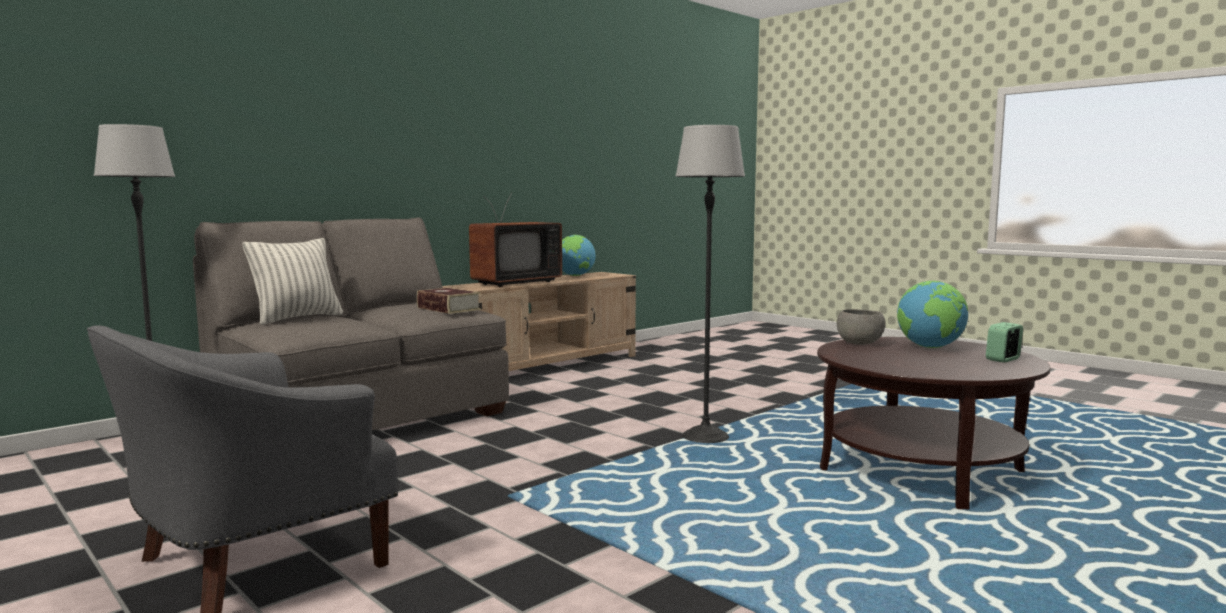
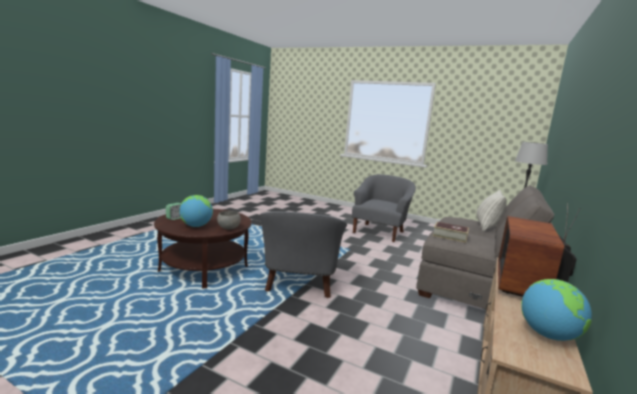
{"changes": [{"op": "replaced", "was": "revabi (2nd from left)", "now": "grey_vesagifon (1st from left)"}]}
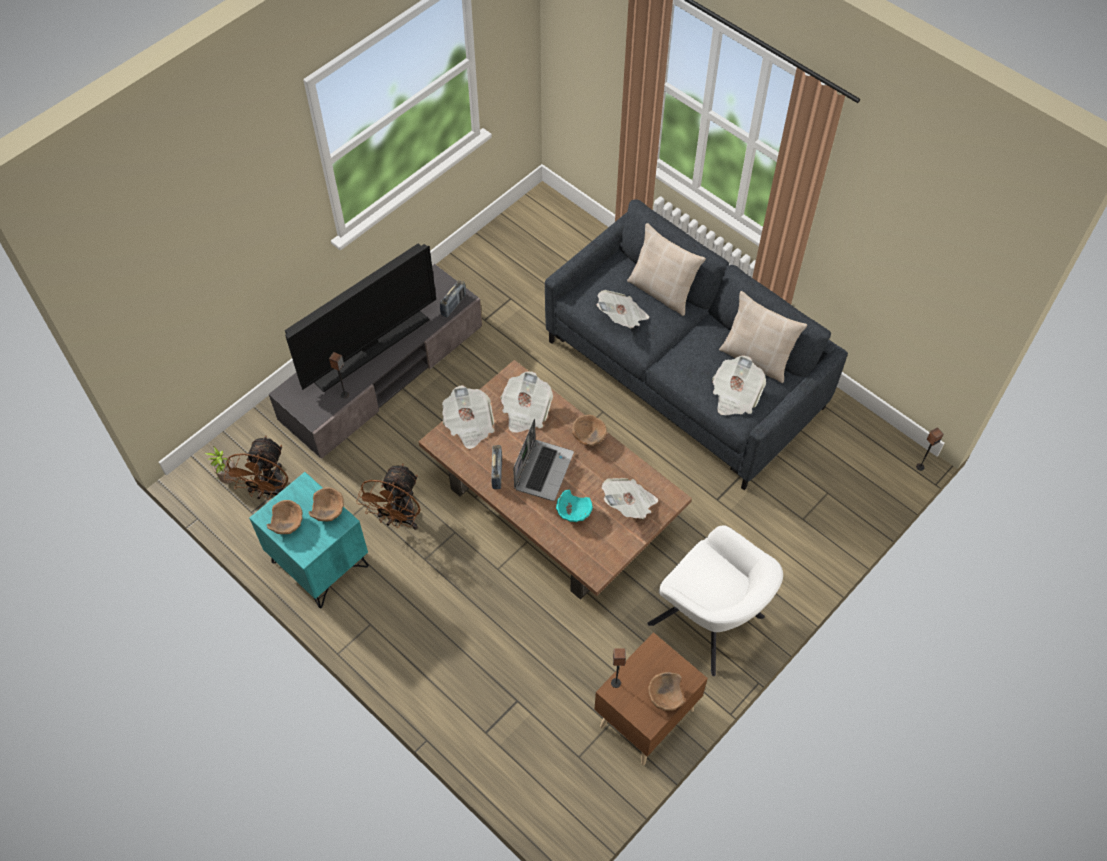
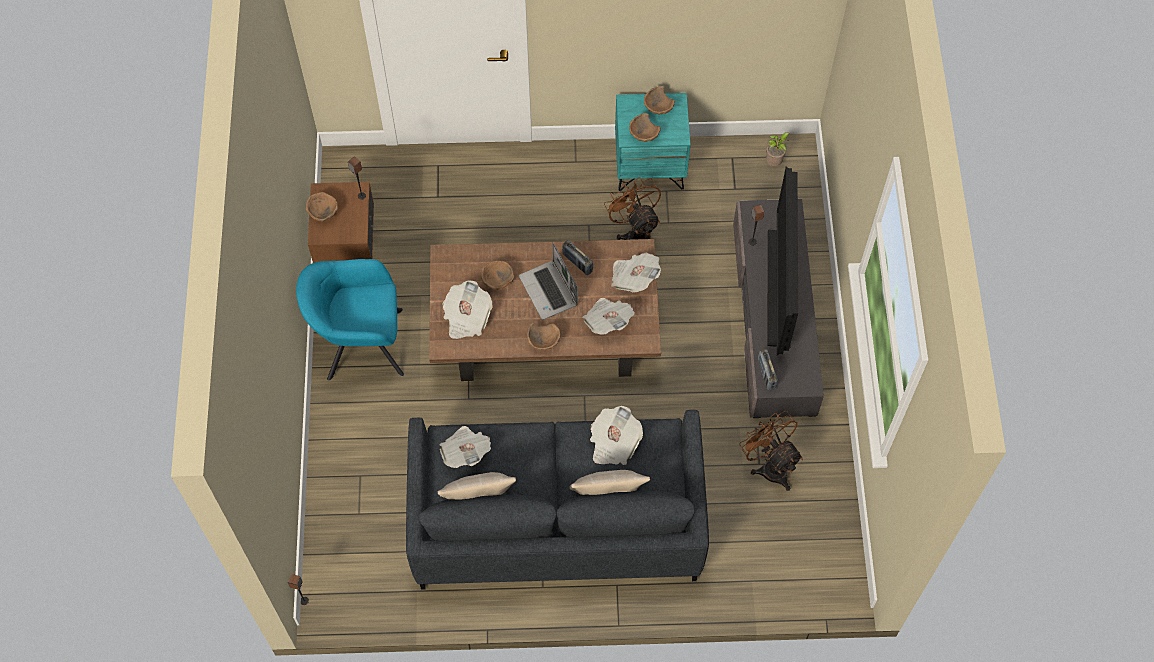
{"changes": [{"op": "moved", "was": "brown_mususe (1st from left in the first image)", "now": "brown_mususe (2nd from left)"}, {"op": "recoloured", "was": "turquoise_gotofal", "now": "brown_gotofal (2nd from left)"}, {"op": "recoloured", "was": "white_vesagifon", "now": "turquoise_vesagifon"}]}
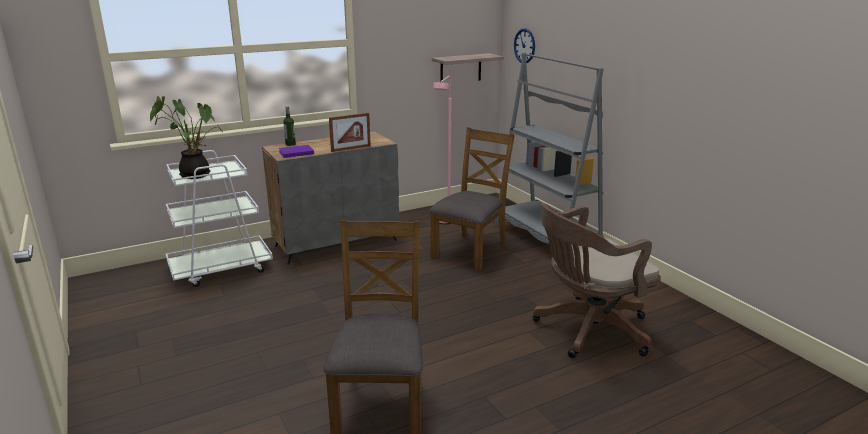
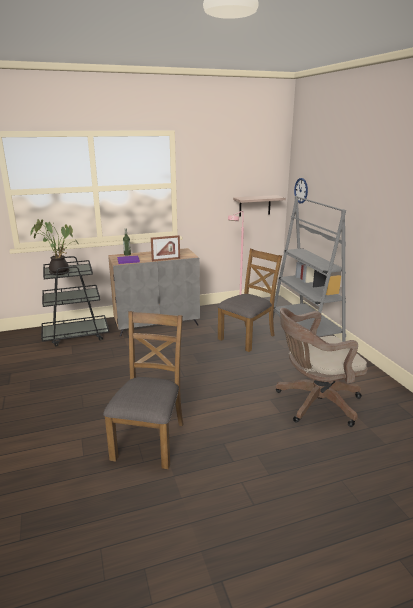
{"changes": [{"op": "recoloured", "was": "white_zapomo", "now": "black_zapomo"}]}
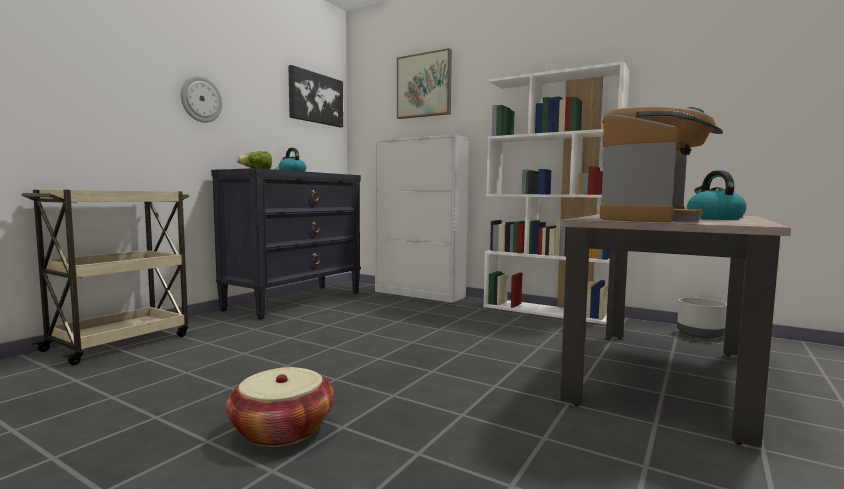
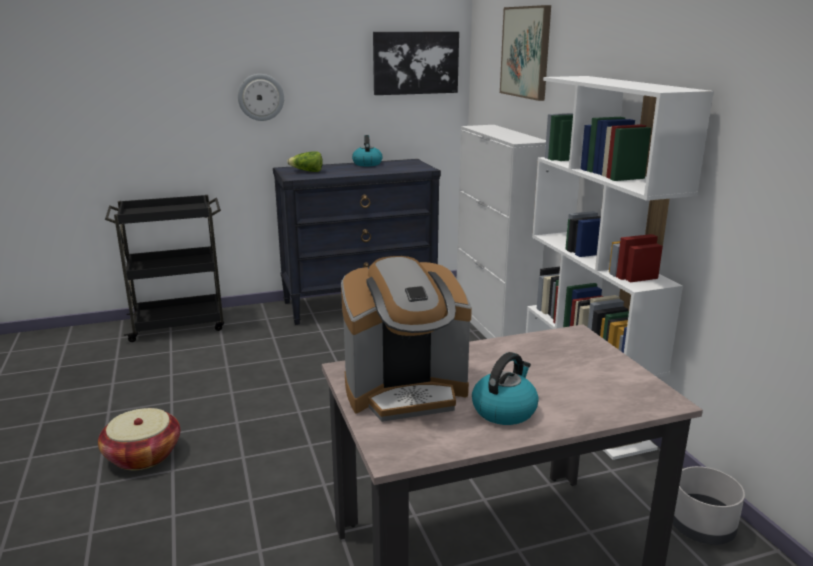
{"changes": [{"op": "recoloured", "was": "beige_zapomo", "now": "black_zapomo"}]}
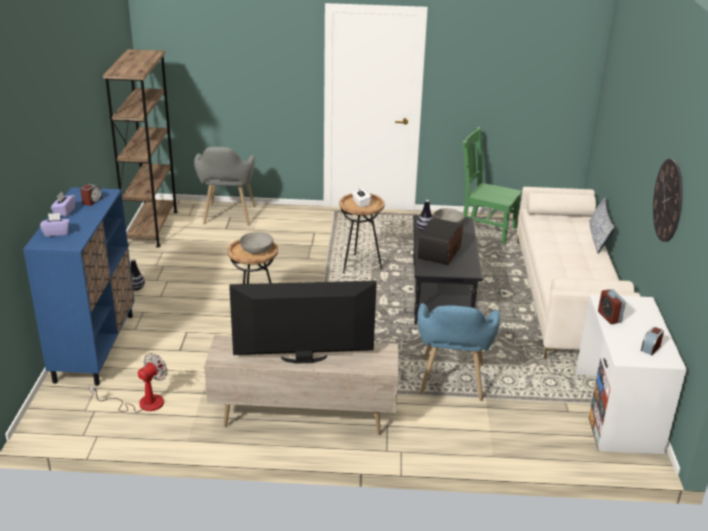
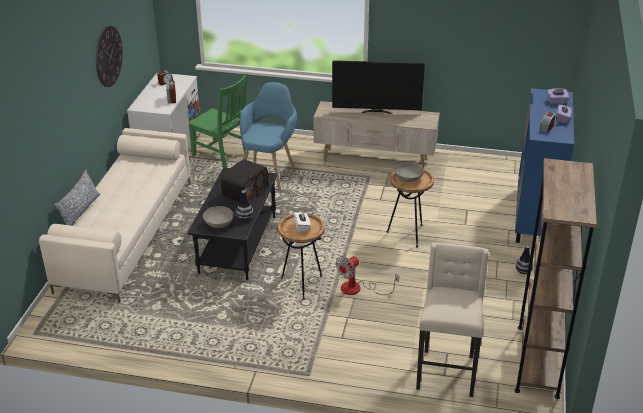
{"changes": [{"op": "moved", "was": "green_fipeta"}, {"op": "replaced", "was": "grey_vesagifon", "now": "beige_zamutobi"}, {"op": "moved", "was": "mususe"}]}
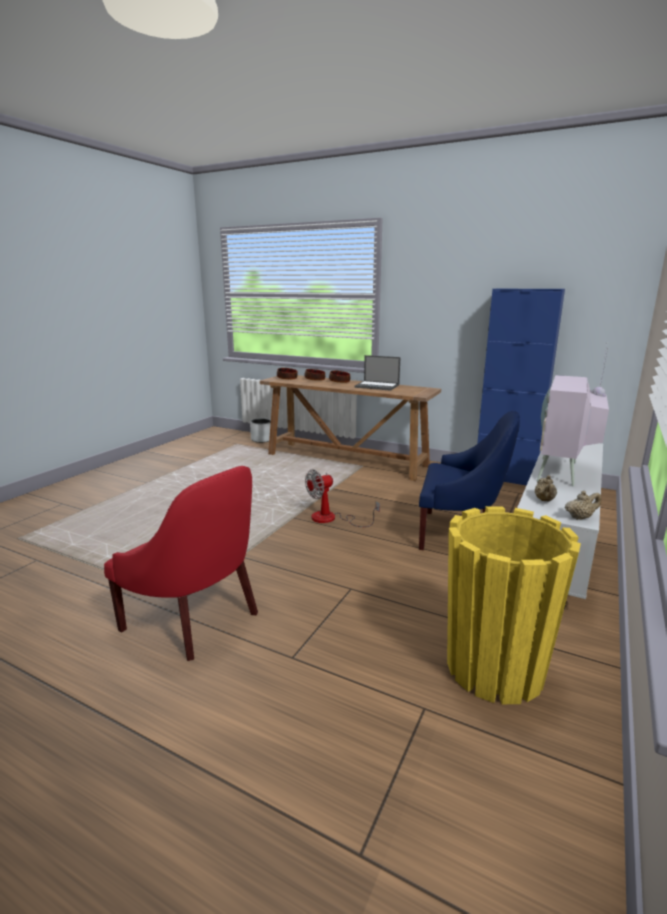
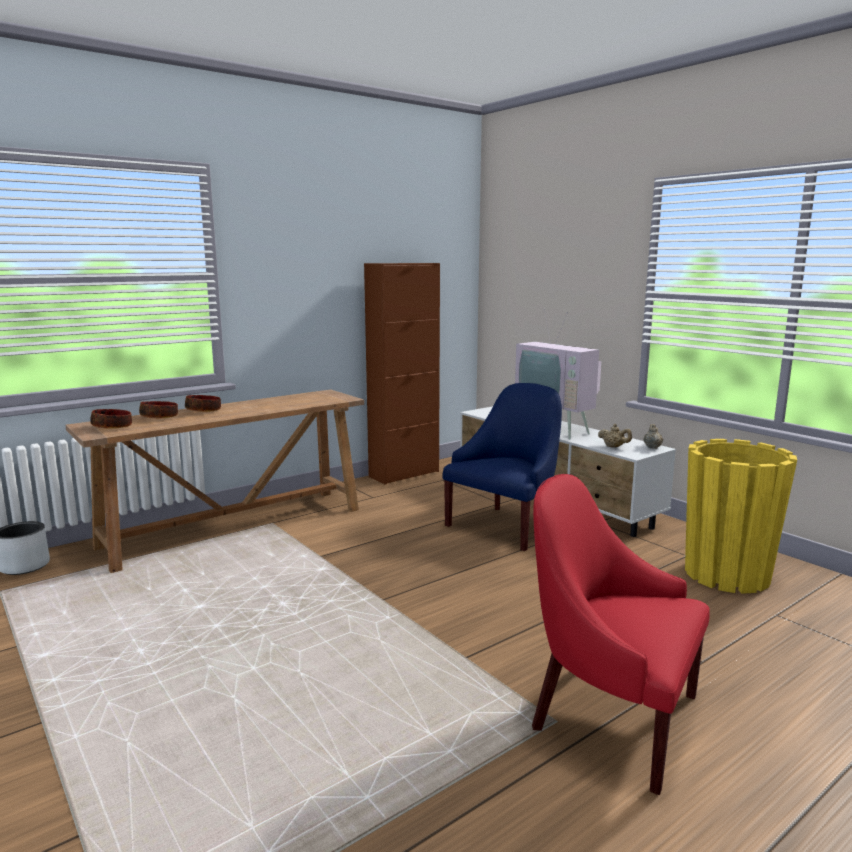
{"changes": [{"op": "recoloured", "was": "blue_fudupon", "now": "brown_fudupon"}, {"op": "removed", "was": "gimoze"}, {"op": "turned", "was": "red_vesagifon", "clockwise": -120}, {"op": "removed", "was": "mususe"}]}
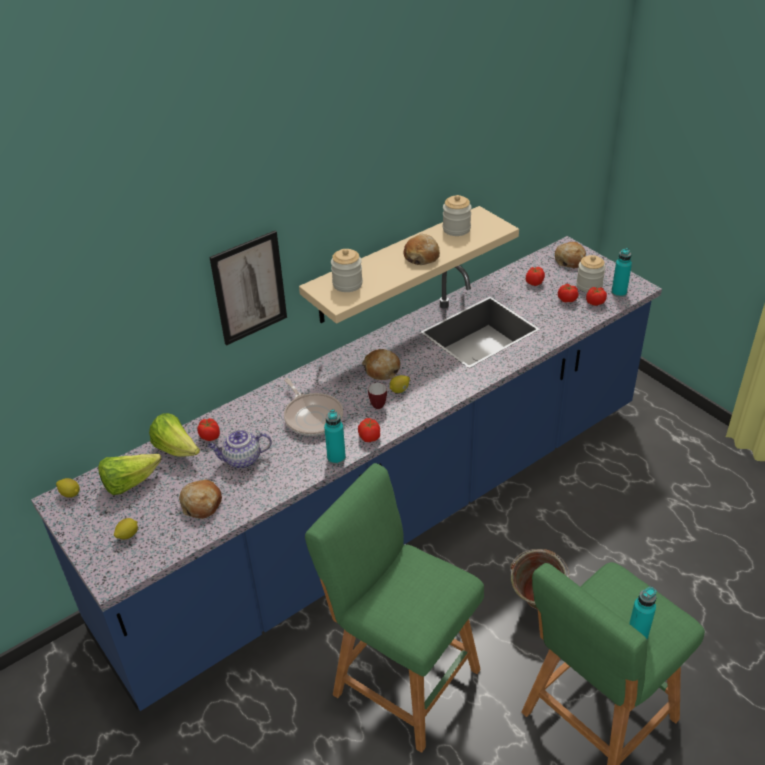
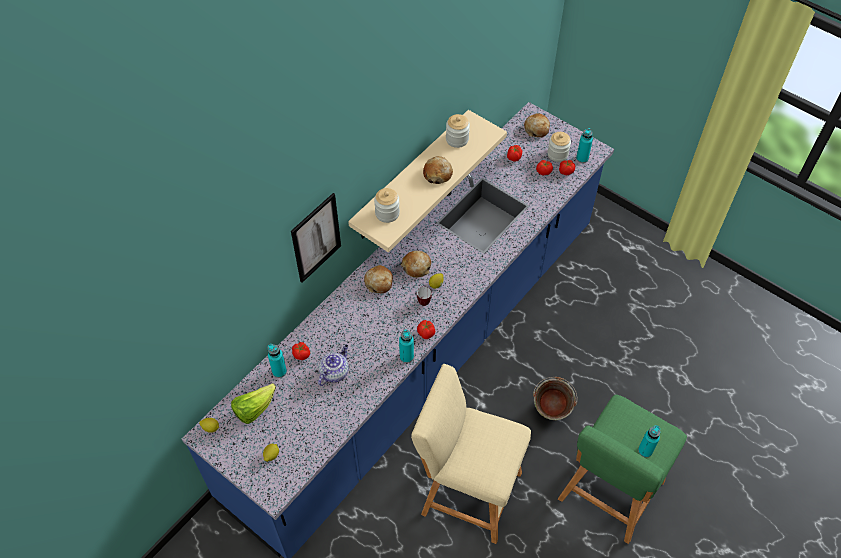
{"changes": [{"op": "removed", "was": "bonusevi"}, {"op": "replaced", "was": "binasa (2nd from left)", "now": "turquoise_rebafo (1st from left)"}, {"op": "turned", "was": "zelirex", "clockwise": 150}, {"op": "recoloured", "was": "green_zamutobi (1st from left)", "now": "beige_zamutobi"}, {"op": "moved", "was": "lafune (1st from left)"}]}
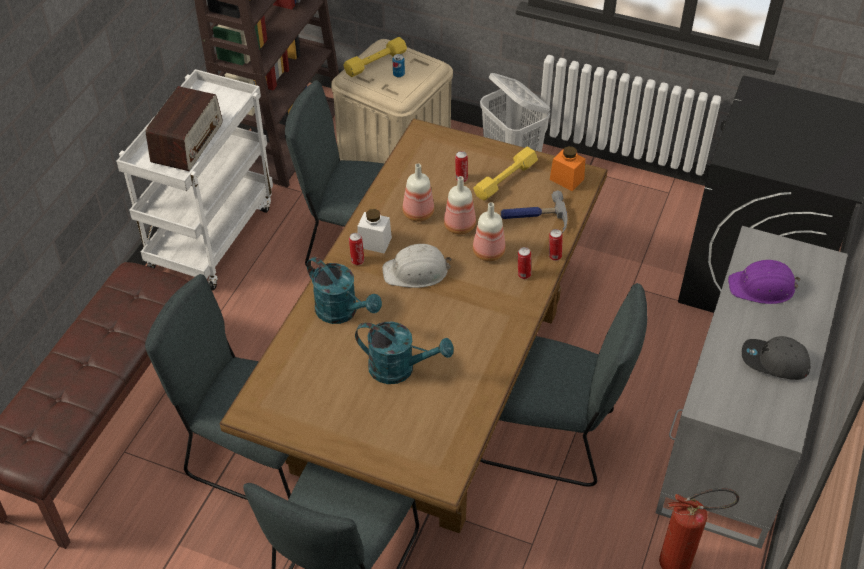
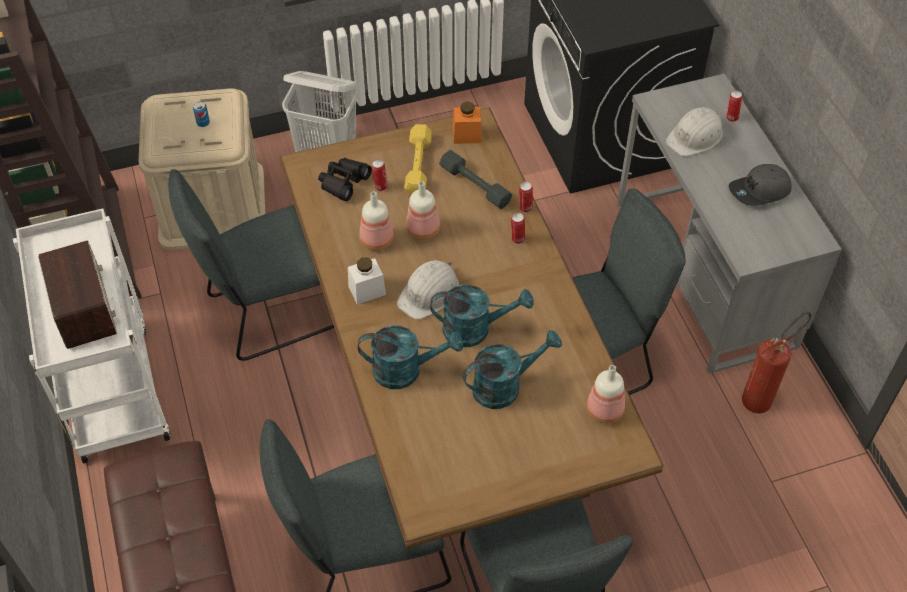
{"changes": [{"op": "removed", "was": "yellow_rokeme (1st from left)"}, {"op": "replaced", "was": "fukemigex", "now": "grey_rokeme"}, {"op": "moved", "was": "rebafo (3rd from left)"}, {"op": "moved", "was": "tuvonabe (1st from left in the first image)", "now": "tuvonabe (5th from left)"}, {"op": "recoloured", "was": "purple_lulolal", "now": "white_lulolal (2nd from left)"}, {"op": "added", "now": "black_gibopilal"}, {"op": "added", "now": "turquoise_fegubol (2nd from left)"}]}
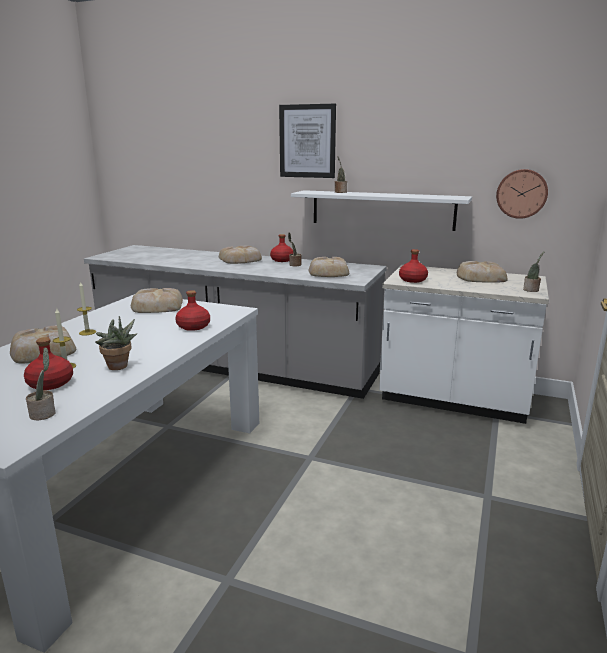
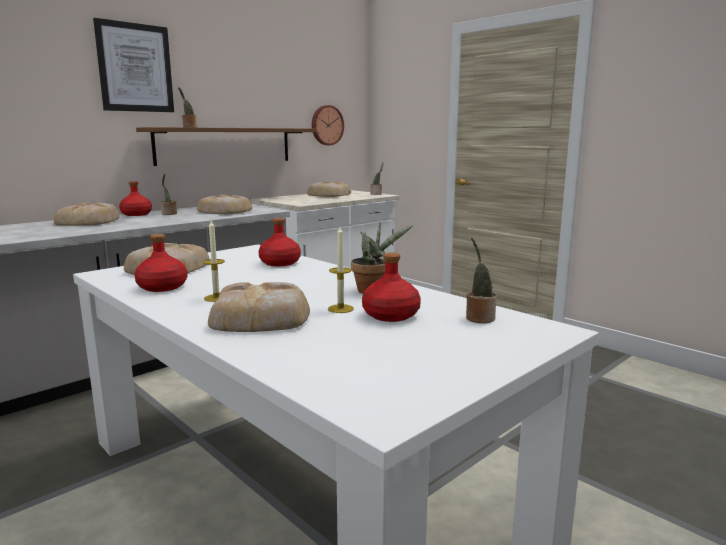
{"changes": [{"op": "recoloured", "was": "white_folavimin", "now": "brown_folavimin"}, {"op": "moved", "was": "red_rebafo (4th from left in the first image)", "now": "red_rebafo (2nd from left)"}]}
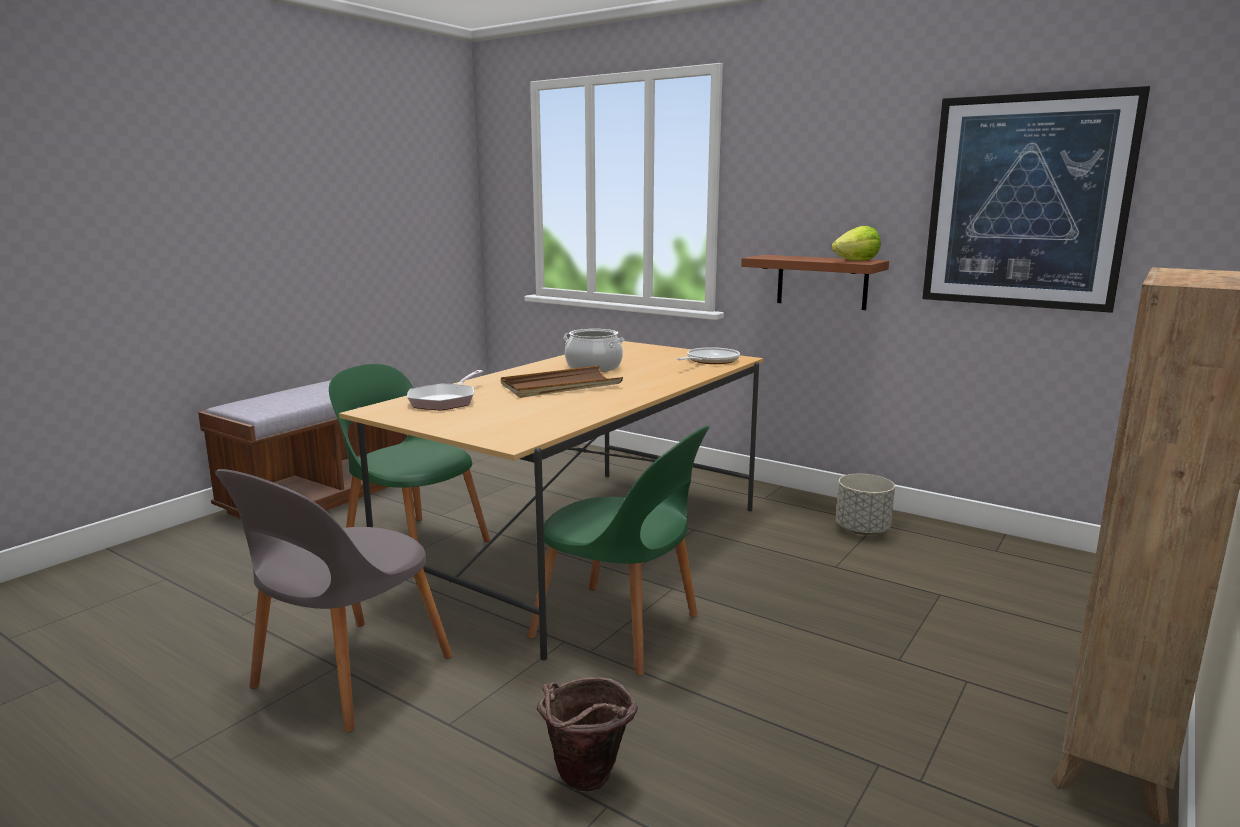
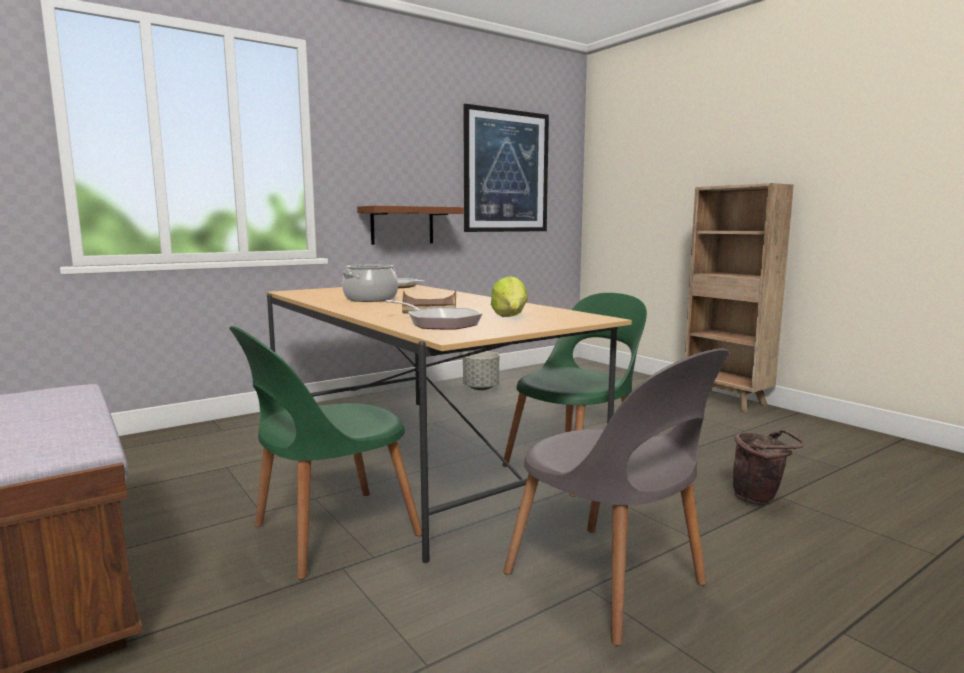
{"changes": [{"op": "moved", "was": "binasa"}]}
